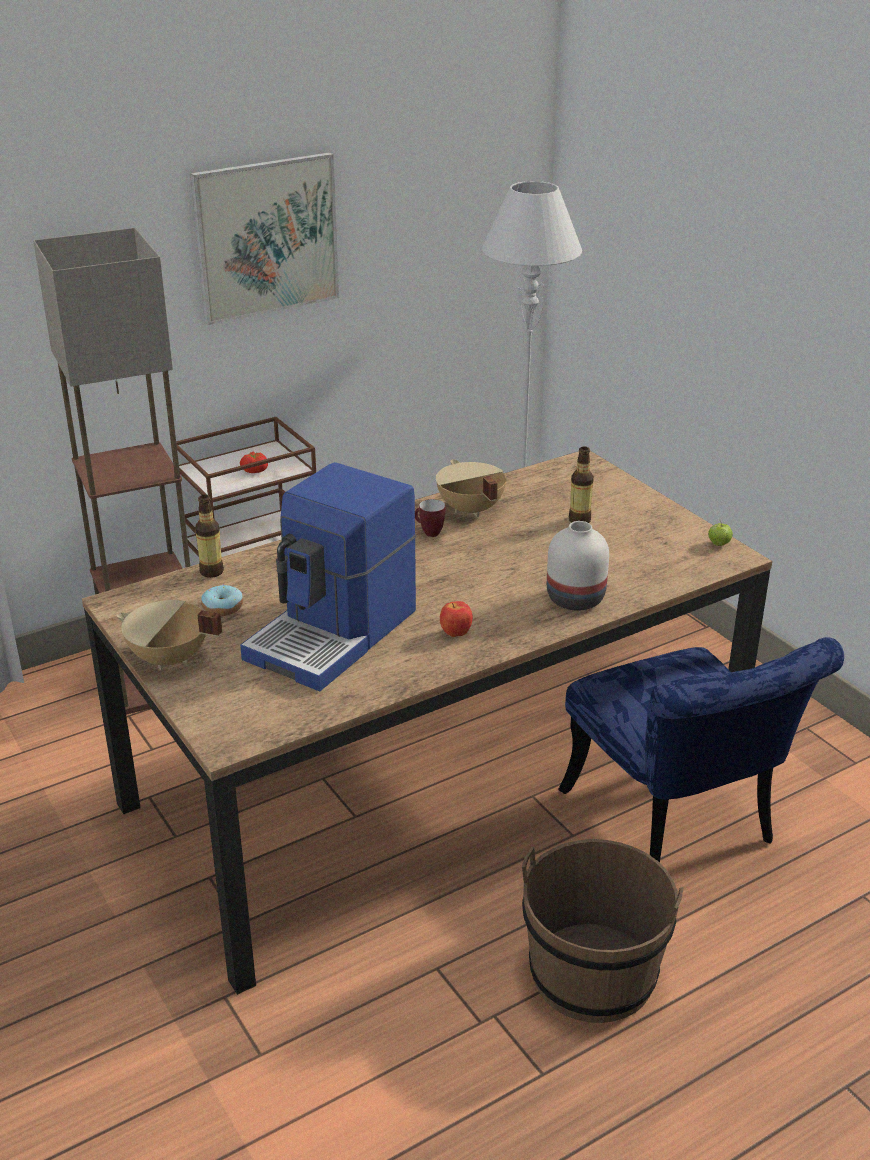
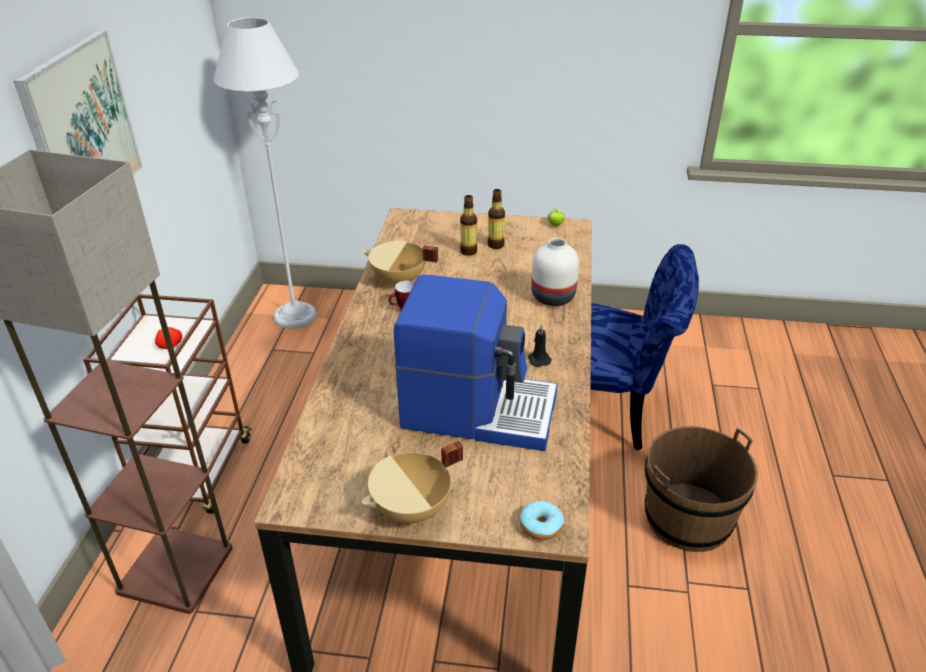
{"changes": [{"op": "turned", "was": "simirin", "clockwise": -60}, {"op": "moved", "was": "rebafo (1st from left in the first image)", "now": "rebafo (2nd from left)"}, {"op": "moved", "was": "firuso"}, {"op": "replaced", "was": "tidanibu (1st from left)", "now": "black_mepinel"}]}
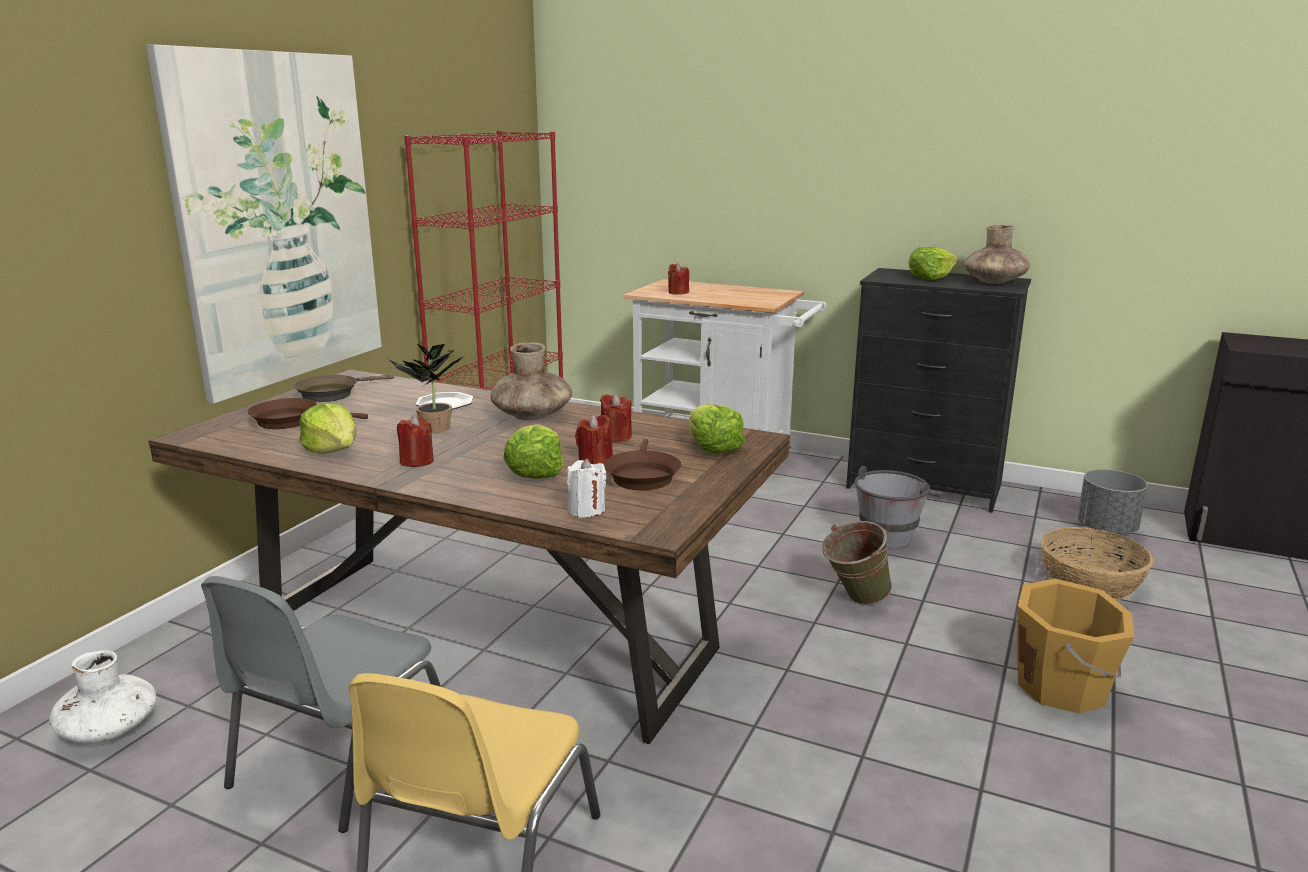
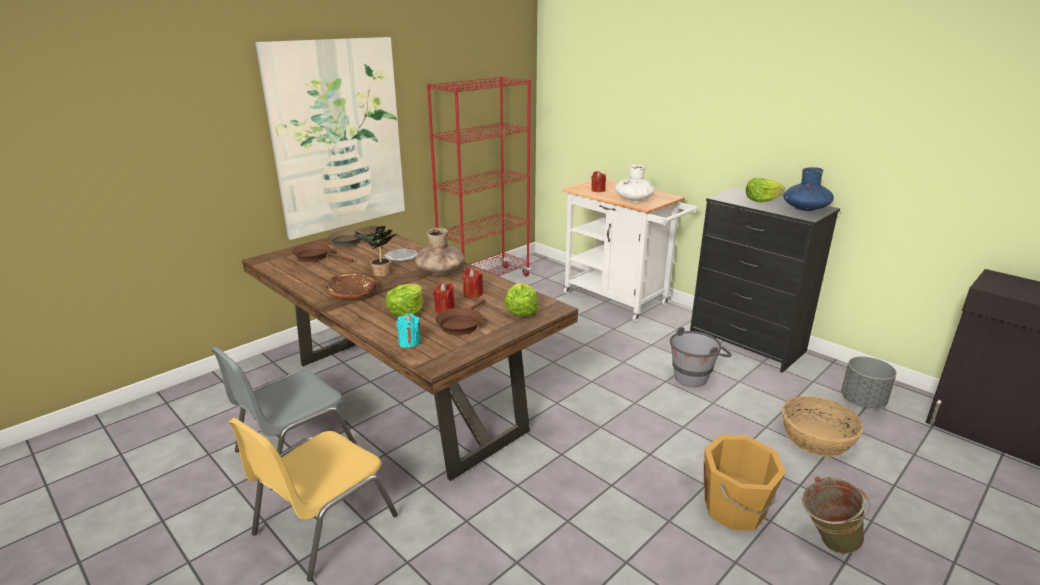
{"changes": [{"op": "recoloured", "was": "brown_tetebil (2nd from left)", "now": "blue_tetebil"}, {"op": "removed", "was": "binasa (1st from left)"}, {"op": "replaced", "was": "red_mepinel (1st from left)", "now": "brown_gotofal"}, {"op": "recoloured", "was": "white_mepinel", "now": "turquoise_mepinel"}, {"op": "moved", "was": "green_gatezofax"}, {"op": "moved", "was": "white_tetebil"}]}
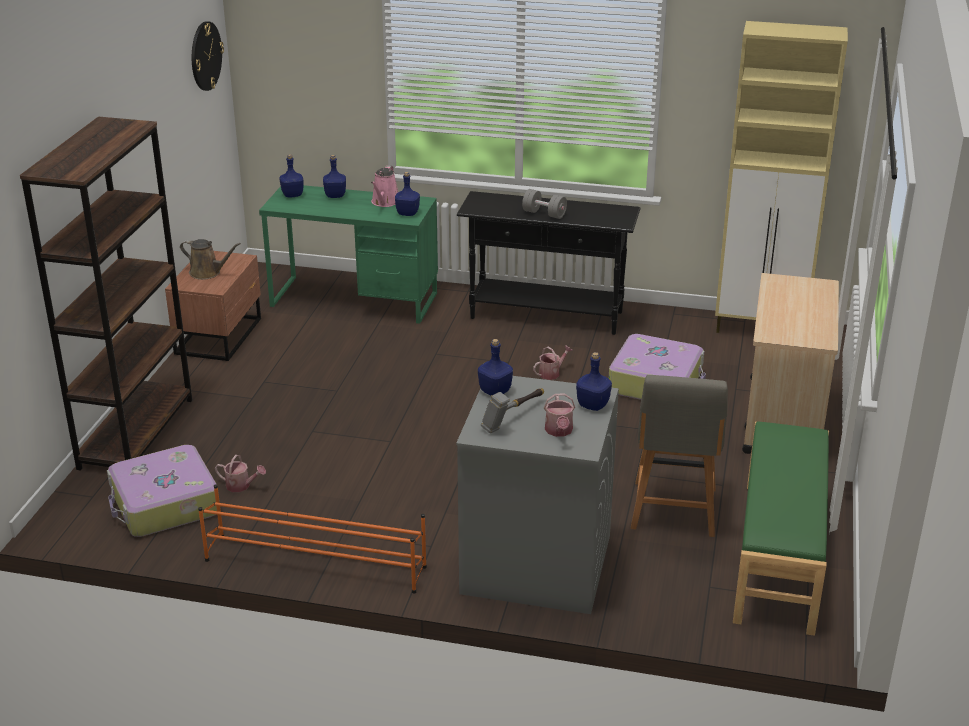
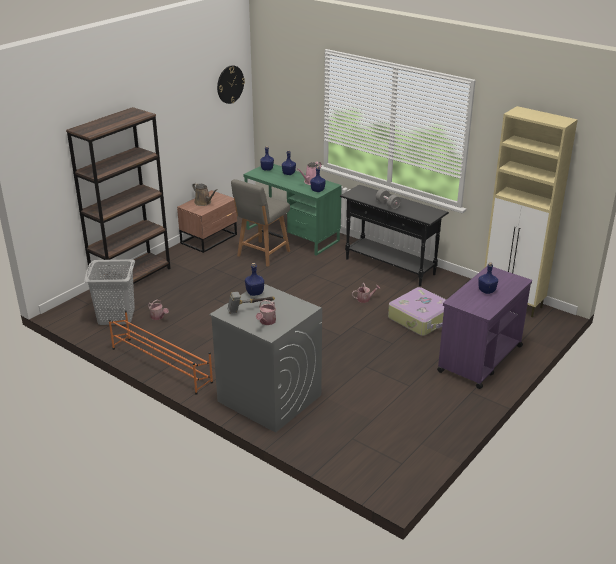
{"changes": [{"op": "recoloured", "was": "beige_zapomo", "now": "purple_zapomo"}, {"op": "moved", "was": "blue_rebafo (5th from left)"}, {"op": "moved", "was": "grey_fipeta"}, {"op": "removed", "was": "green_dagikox"}, {"op": "replaced", "was": "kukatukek (1st from left)", "now": "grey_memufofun"}]}
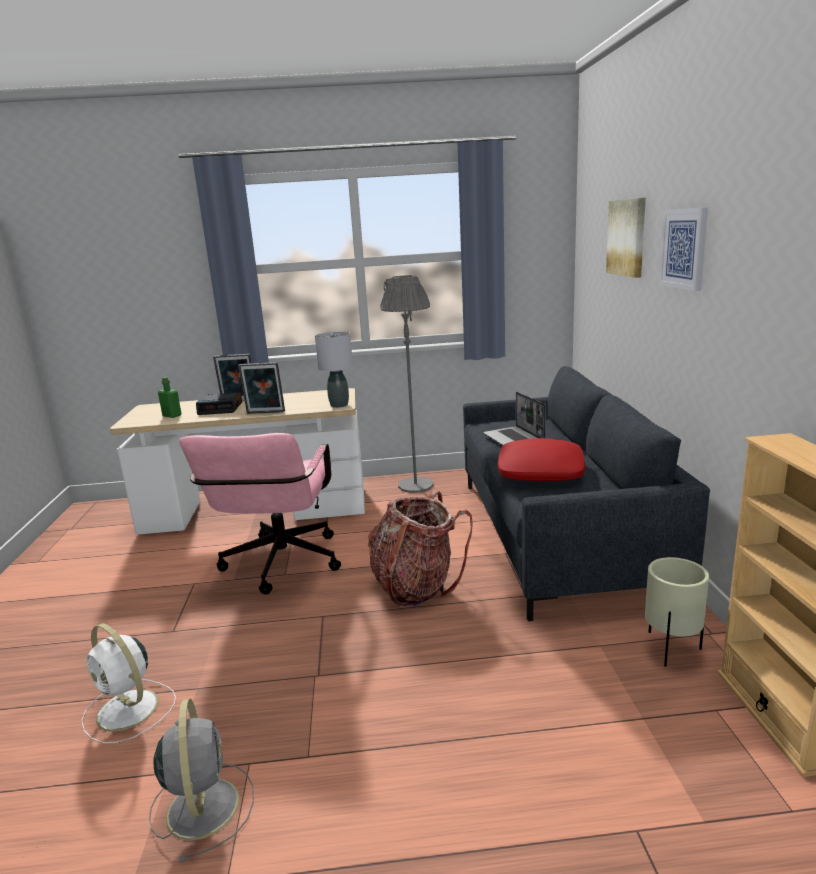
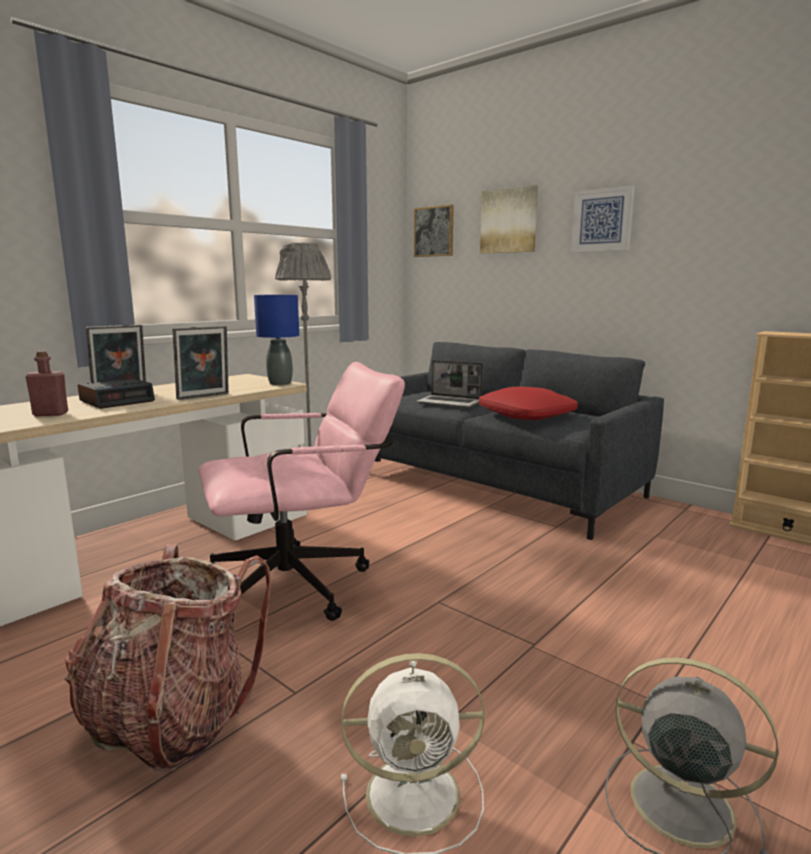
{"changes": [{"op": "recoloured", "was": "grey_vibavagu", "now": "blue_vibavagu"}, {"op": "recoloured", "was": "green_rebafo", "now": "red_rebafo"}, {"op": "turned", "was": "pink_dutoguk", "clockwise": -75}, {"op": "moved", "was": "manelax"}, {"op": "removed", "was": "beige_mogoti"}, {"op": "added", "now": "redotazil (1st from left)"}]}
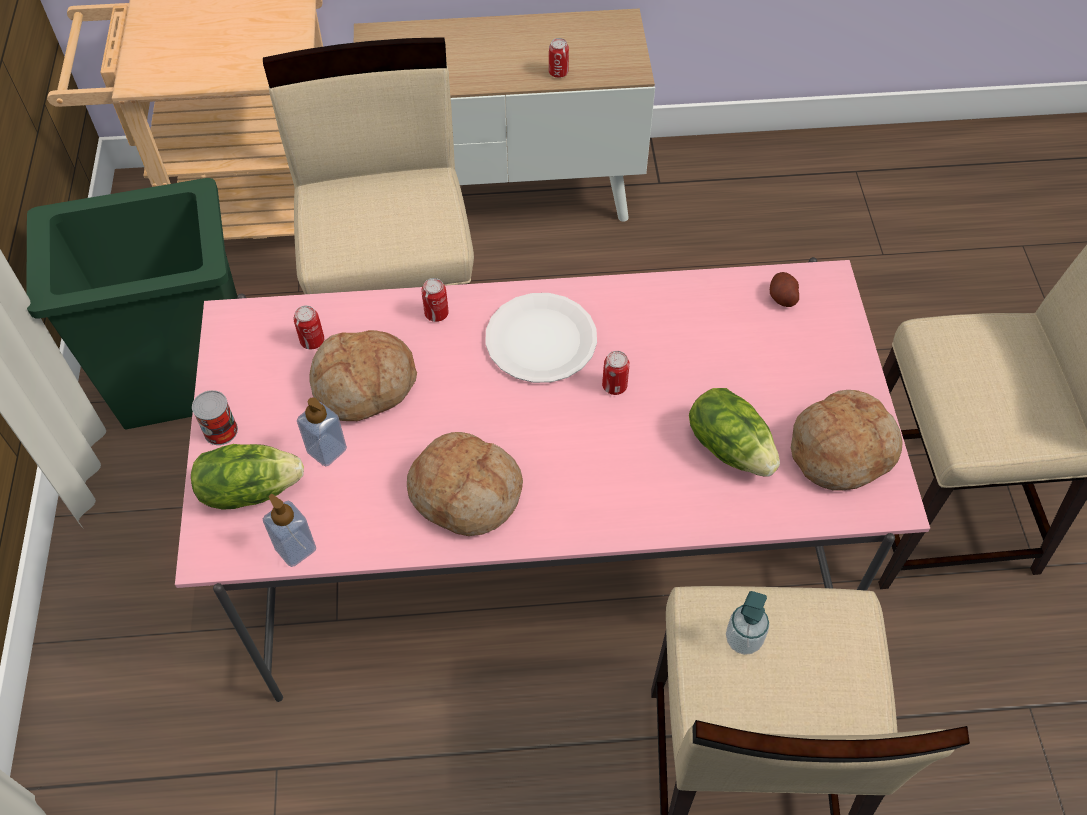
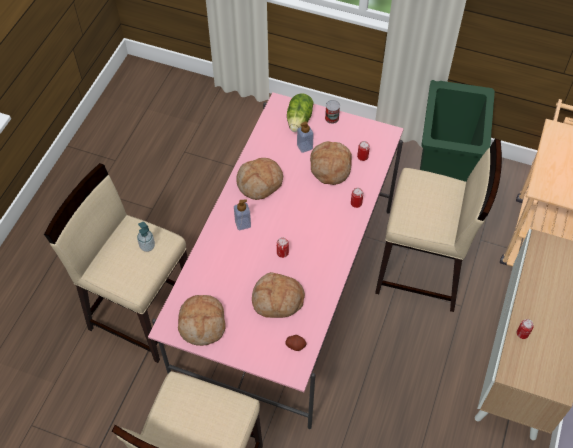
{"changes": [{"op": "removed", "was": "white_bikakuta"}, {"op": "removed", "was": "binasa (2nd from left)"}, {"op": "moved", "was": "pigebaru (1st from left in the first image)", "now": "pigebaru (2nd from left)"}, {"op": "added", "now": "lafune (3rd from left)"}]}
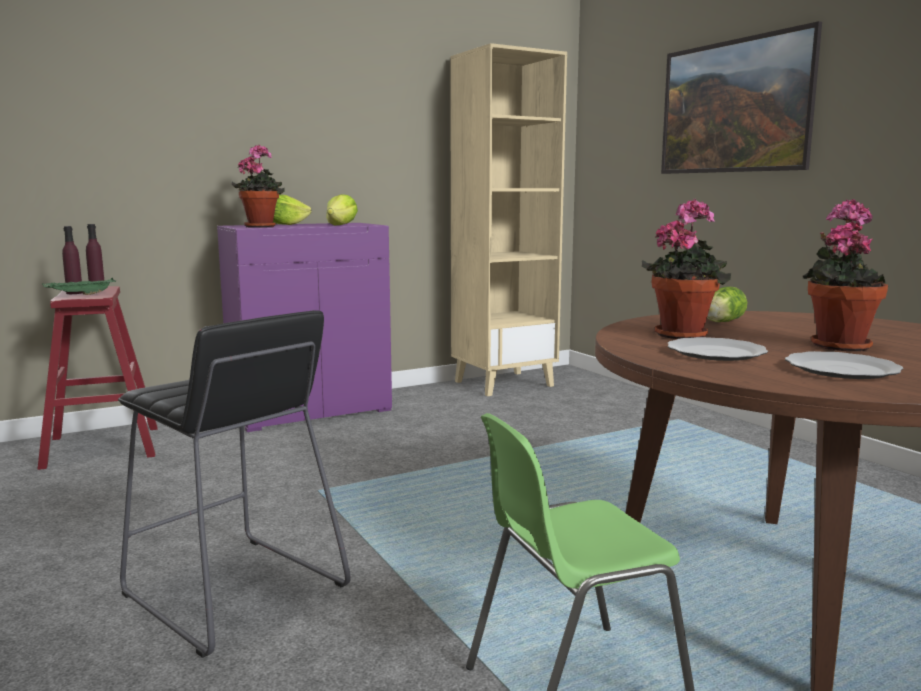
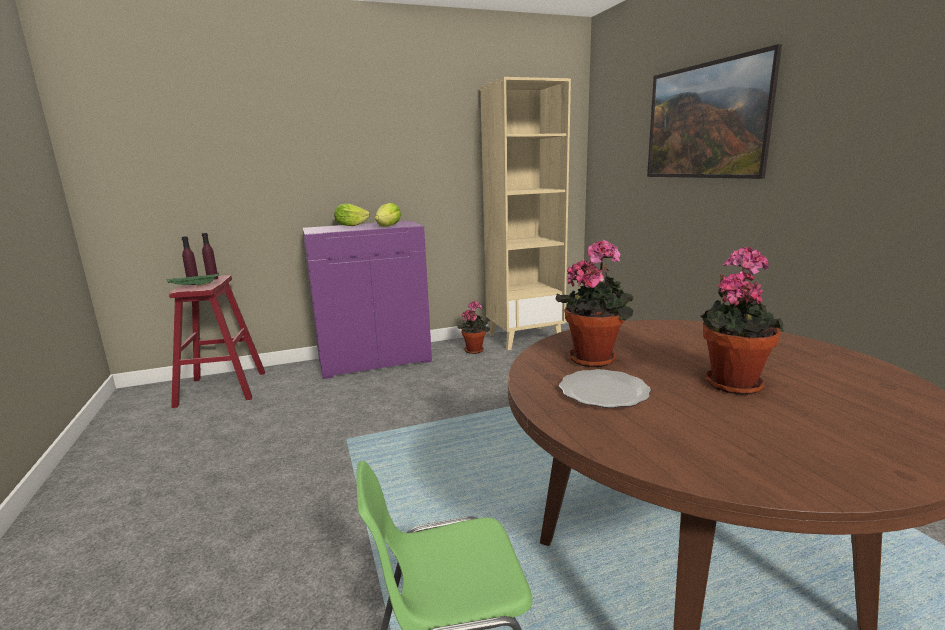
{"changes": [{"op": "moved", "was": "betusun (1st from left)"}, {"op": "removed", "was": "binasa (3rd from left)"}, {"op": "removed", "was": "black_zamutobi"}, {"op": "removed", "was": "bikakuta (2nd from left)"}]}
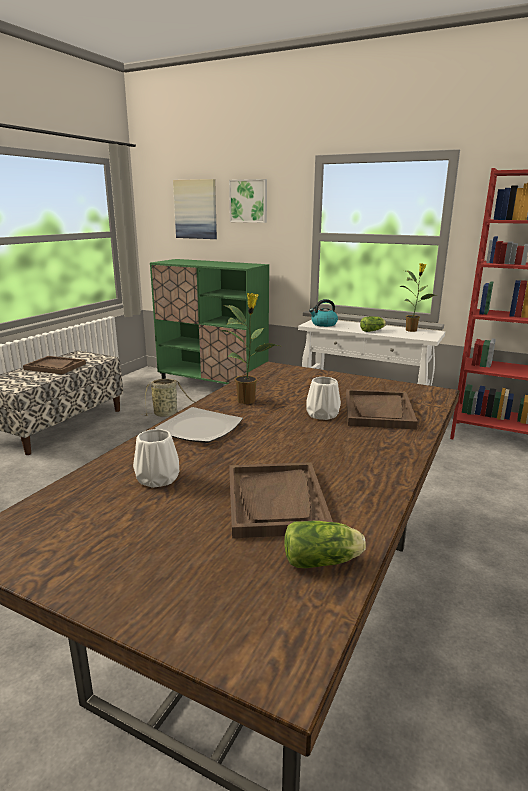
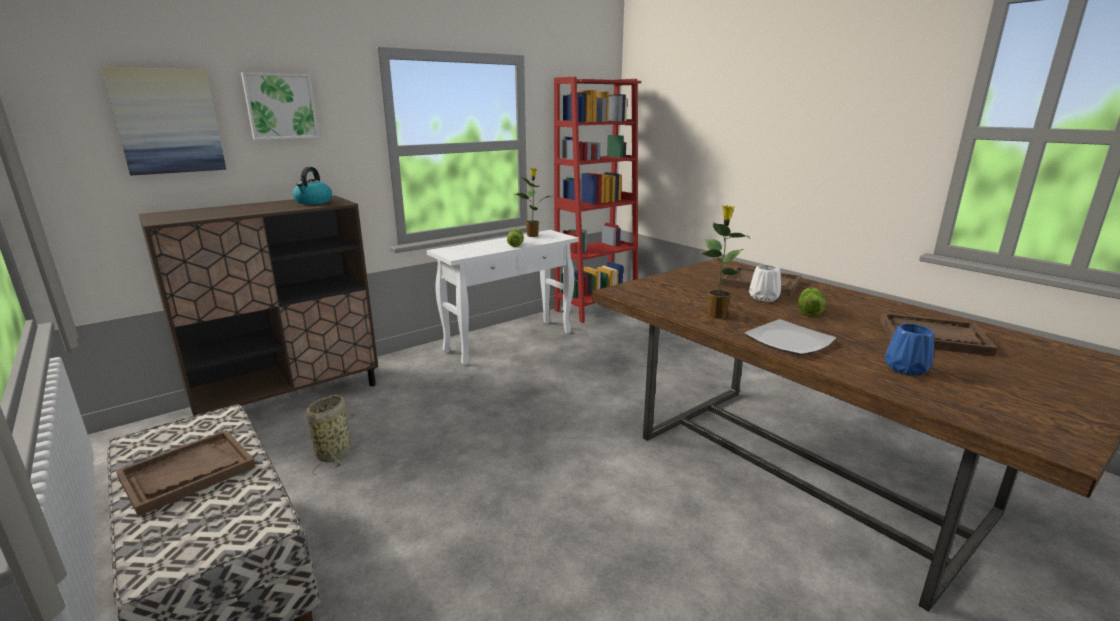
{"changes": [{"op": "recoloured", "was": "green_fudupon", "now": "brown_fudupon"}, {"op": "moved", "was": "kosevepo"}, {"op": "recoloured", "was": "white_tetebil (1st from left)", "now": "blue_tetebil"}, {"op": "moved", "was": "binasa (1st from left in the first image)", "now": "binasa (2nd from left)"}]}
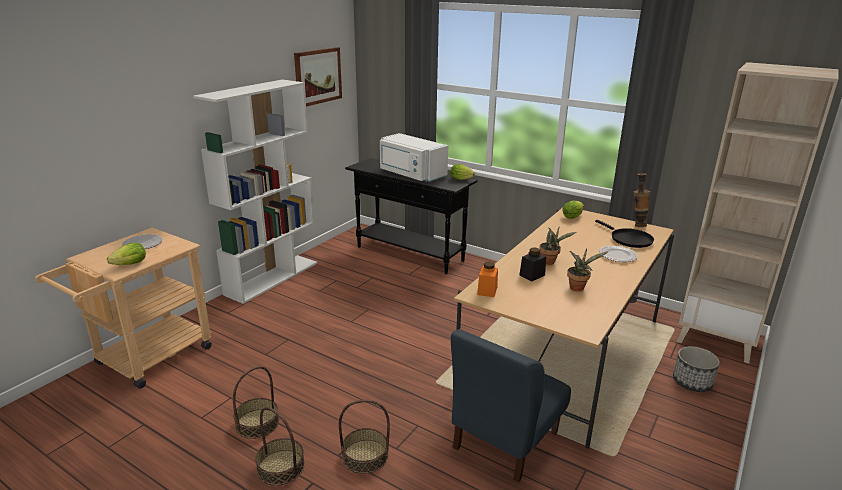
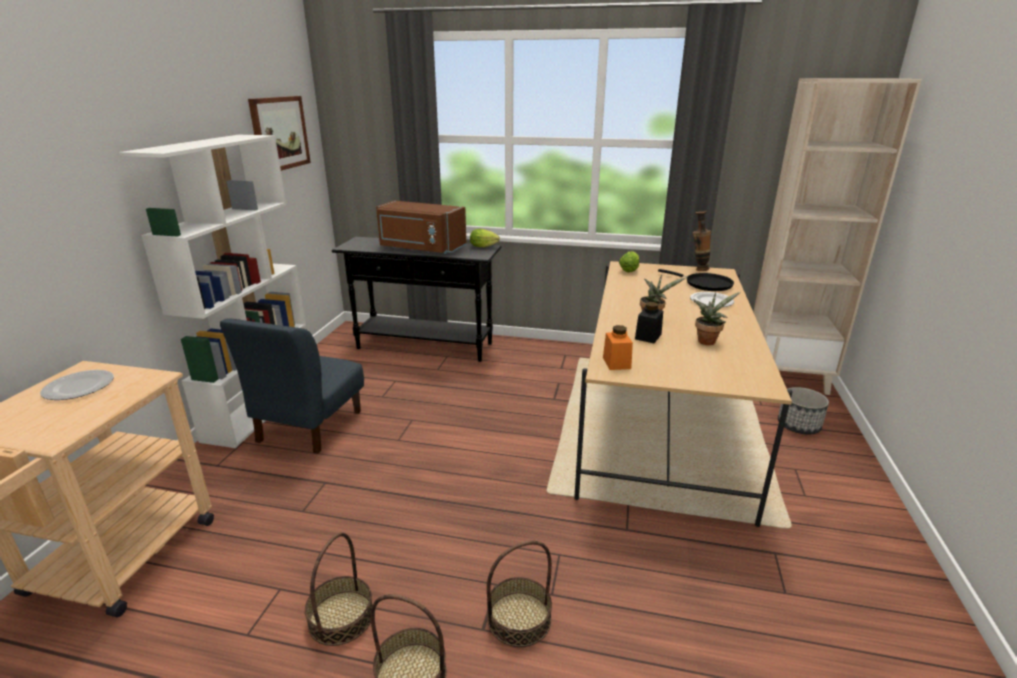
{"changes": [{"op": "recoloured", "was": "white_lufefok", "now": "brown_lufefok"}, {"op": "removed", "was": "binasa (1st from left)"}, {"op": "moved", "was": "blue_fipeta"}]}
